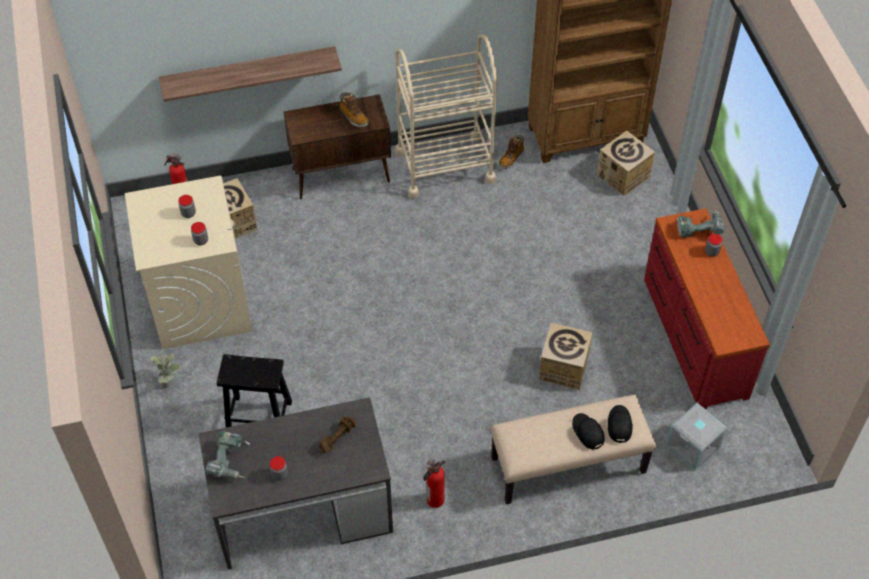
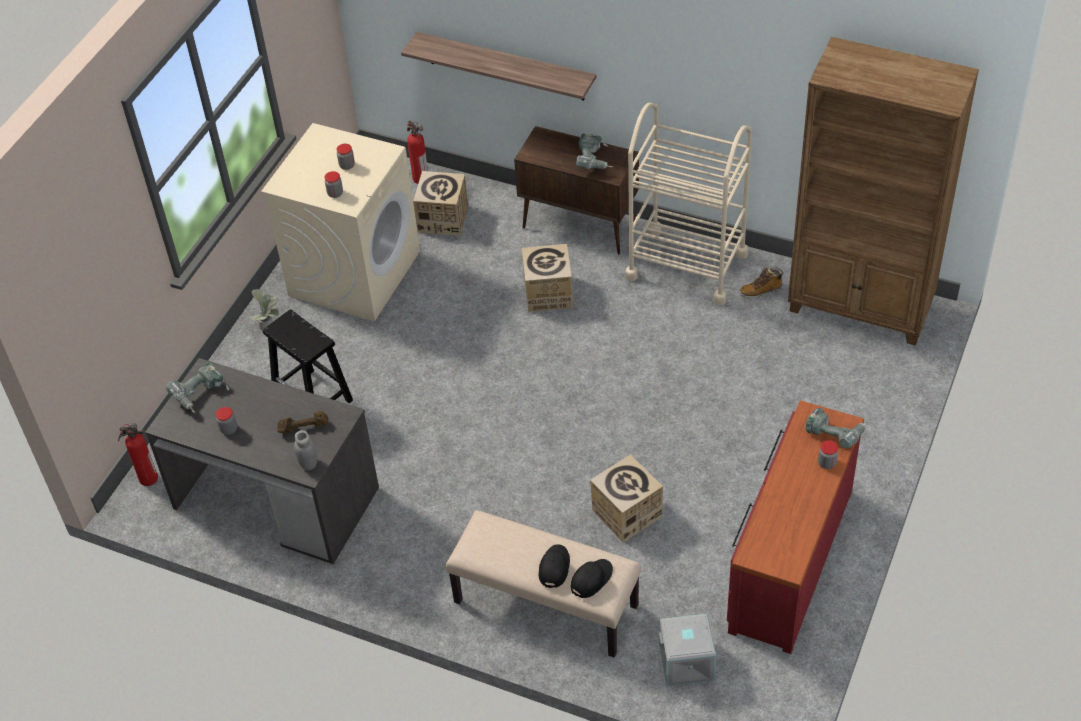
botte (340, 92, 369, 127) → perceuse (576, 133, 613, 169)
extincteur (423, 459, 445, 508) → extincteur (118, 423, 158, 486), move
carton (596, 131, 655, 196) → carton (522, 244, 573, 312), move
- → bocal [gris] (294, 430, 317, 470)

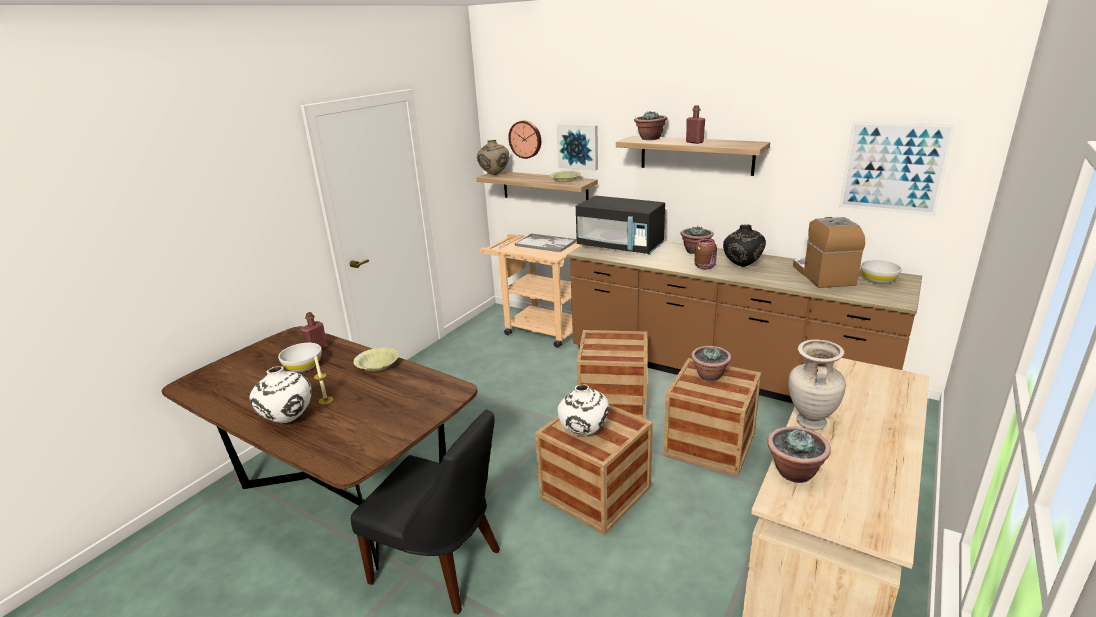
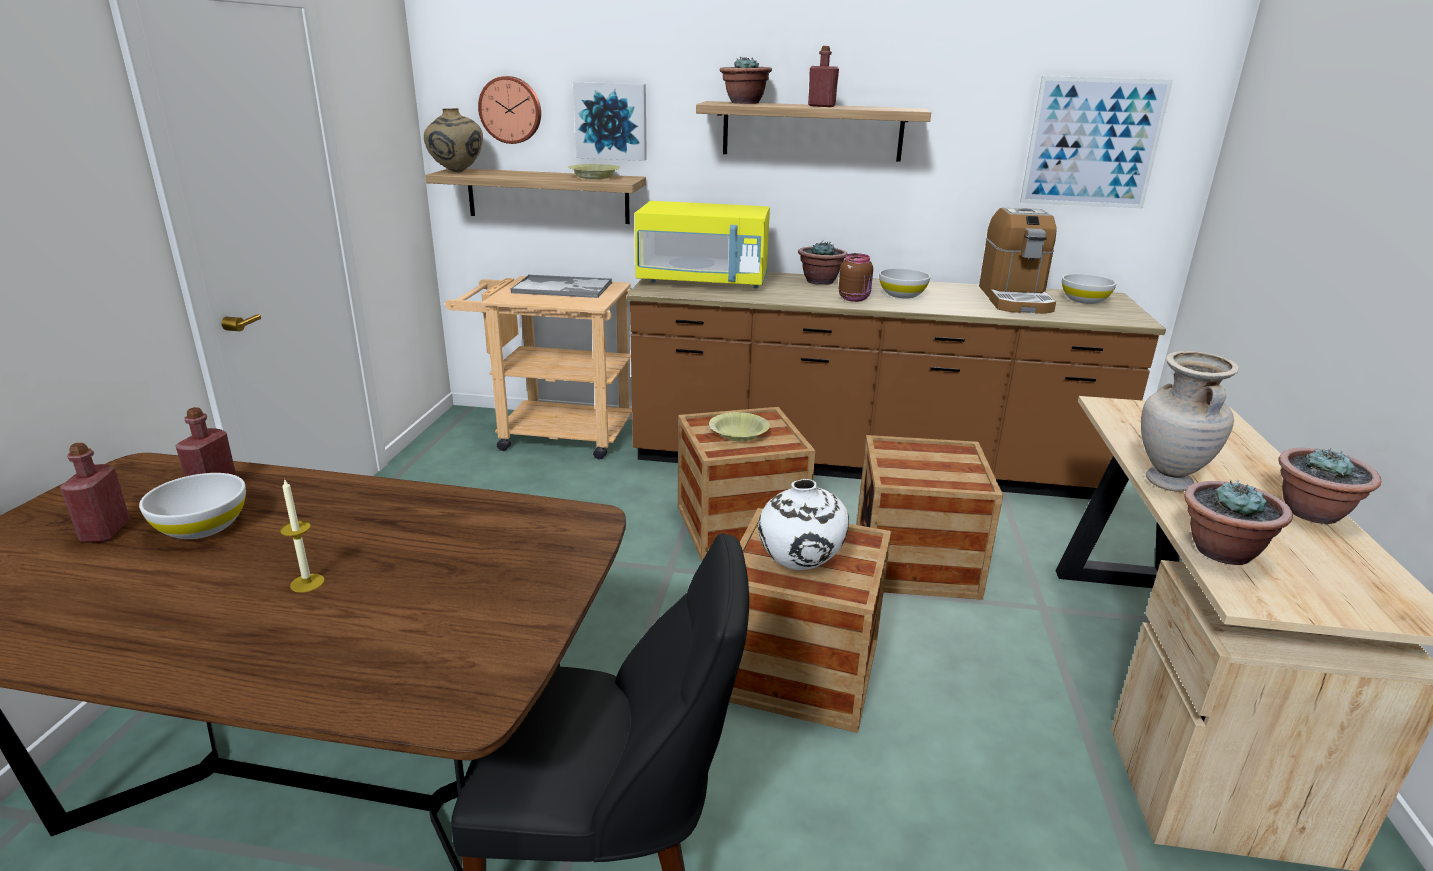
vase [blanc] (250, 366, 312, 423) → -
bol [jaune] (354, 347, 399, 371) → bol [jaune] (709, 412, 770, 441), move
micro-ondes [noir] (576, 196, 665, 254) → micro-ondes [jaune] (635, 201, 770, 288)
plante en pot (691, 346, 732, 381) → plante en pot (1278, 448, 1382, 524), move
vase [noir] (723, 225, 766, 267) → bol [blanc] (879, 268, 930, 298)
machine à café (793, 217, 865, 288) → machine à café (979, 208, 1057, 314), 150 degrees counterclockwise
- → bouteille [rouge] (60, 443, 130, 543)

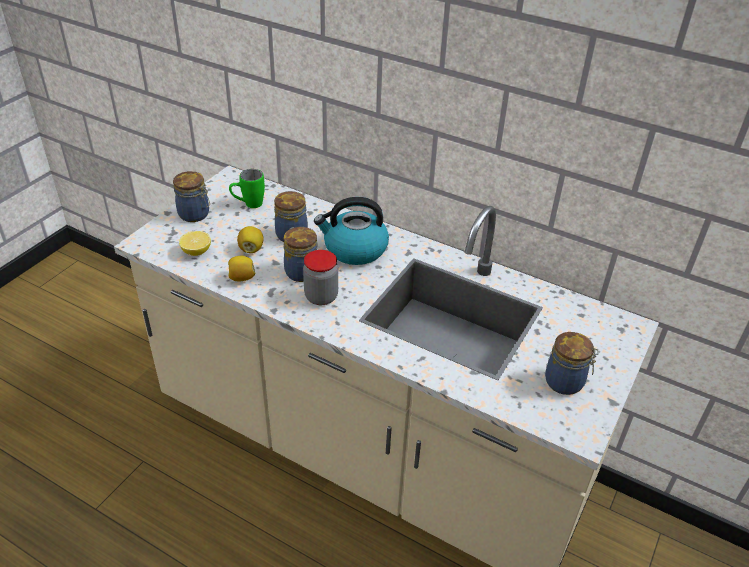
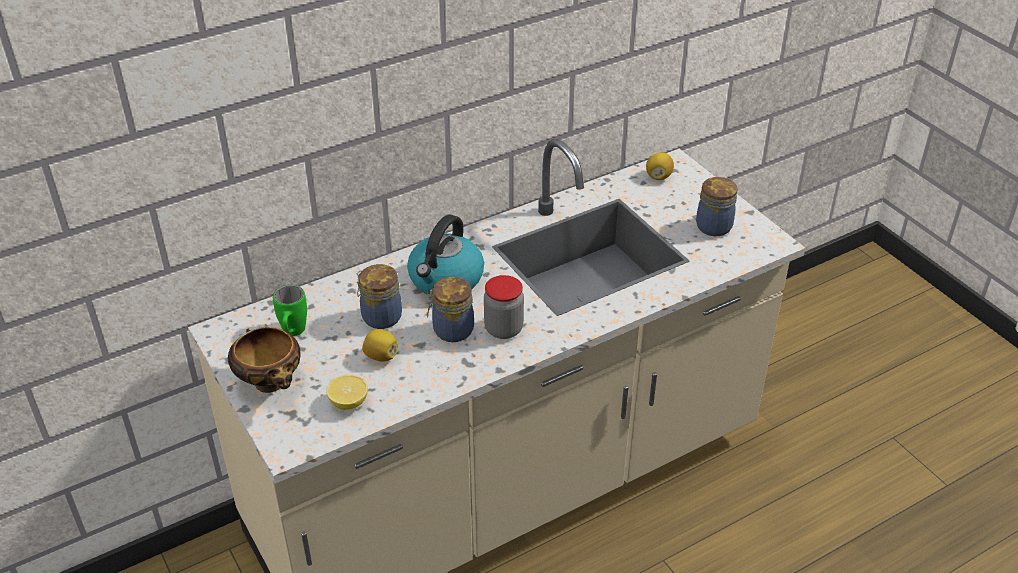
bocal (173, 171, 210, 222) → bol (228, 327, 301, 393)
citron (228, 256, 256, 281) → citron (646, 153, 674, 180), move

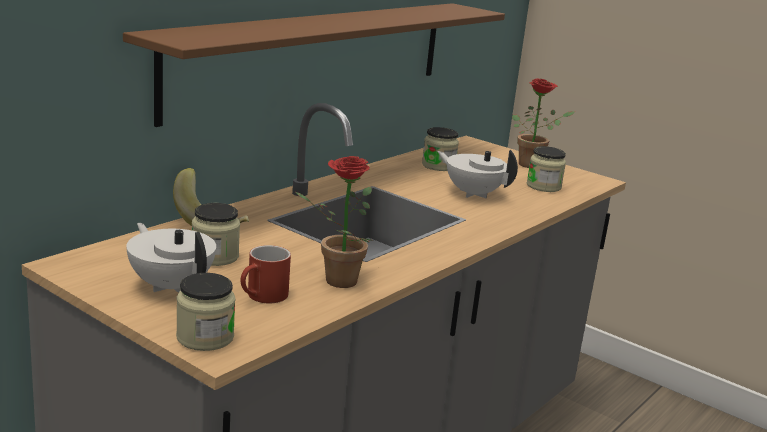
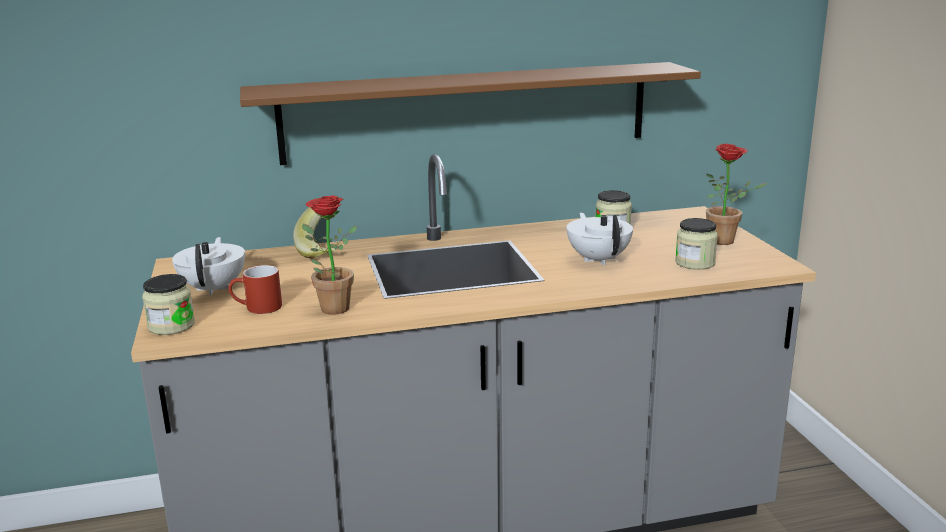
bocal (192, 203, 240, 266) → -

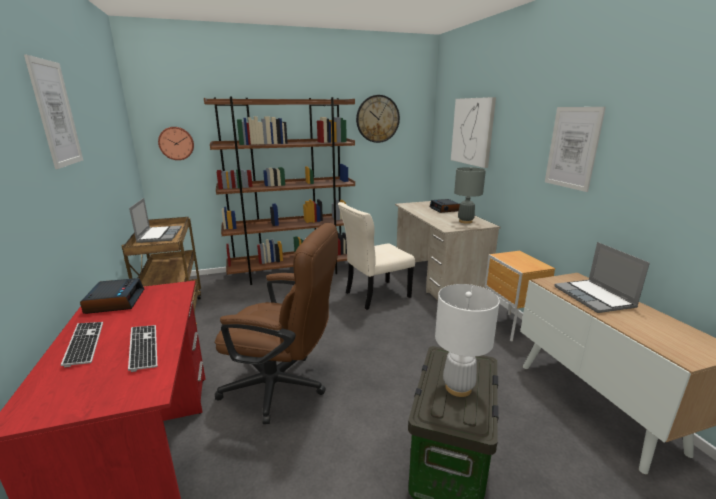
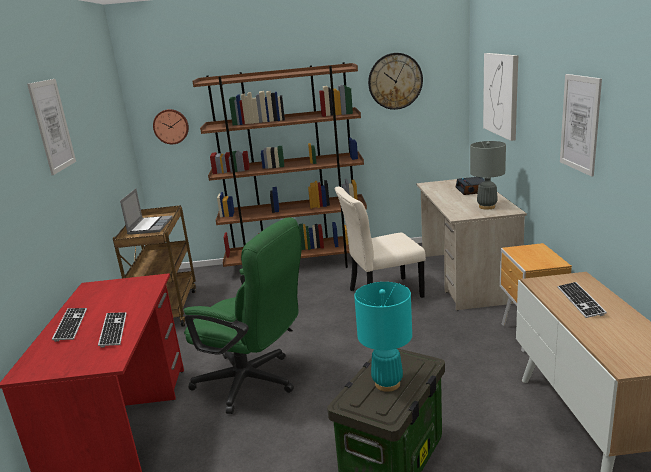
réveil (80, 278, 144, 314) → -
chaise de bureau [marron] (215, 223, 338, 424) → chaise de bureau [vert] (184, 217, 301, 414)
lampe de table [blanc] (435, 284, 500, 397) → lampe de table [turquoise] (354, 282, 412, 392)
ordinateur portable (554, 242, 650, 313) → clavier (558, 282, 607, 318)

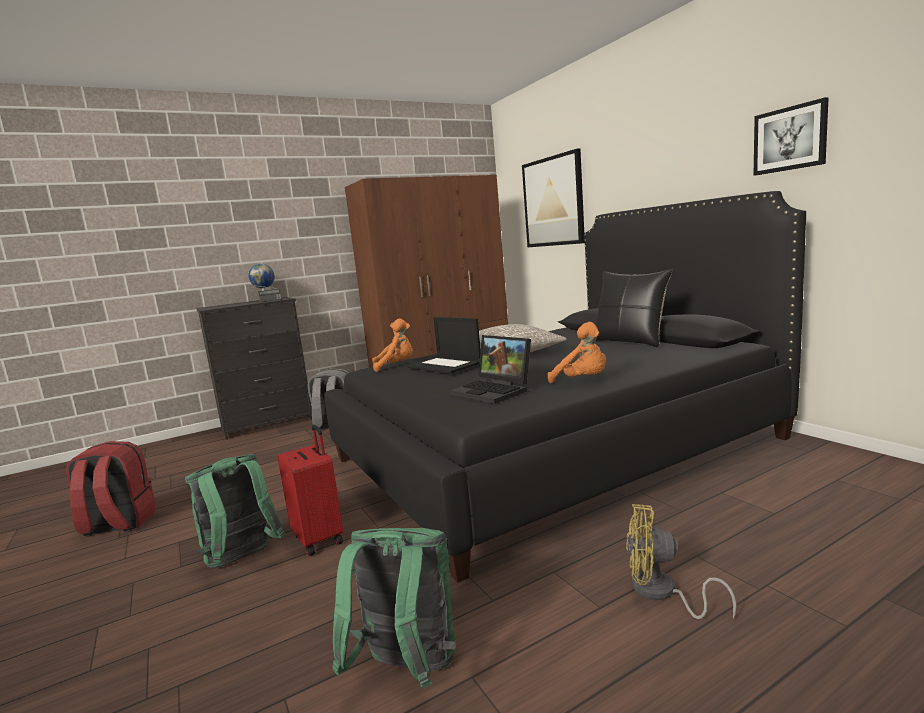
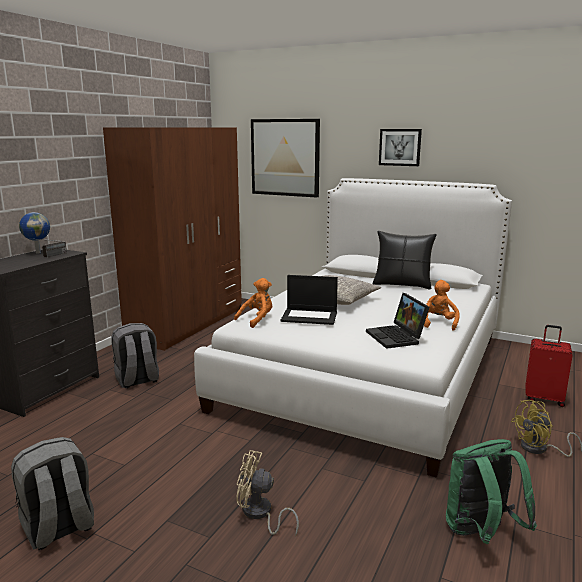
sac à dos [rouge] (66, 441, 156, 536) → sac à dos [gris] (11, 437, 94, 550)
sac à dos [vert] (185, 454, 285, 568) → ventilateur [beige] (236, 450, 299, 537)
valise [rouge] (278, 425, 343, 556) → valise [rouge] (526, 325, 573, 407), move
lit [noir] (324, 191, 806, 583) → lit [blanc] (194, 178, 512, 478)
ordinateur portable (449, 335, 531, 404) → ordinateur portable (366, 293, 430, 349), 60 degrees clockwise
peluche [orange] (547, 322, 607, 383) → peluche [orange] (424, 280, 459, 331), 90 degrees counterclockwise
tableau (753, 97, 829, 176) → tableau (379, 129, 422, 166), move

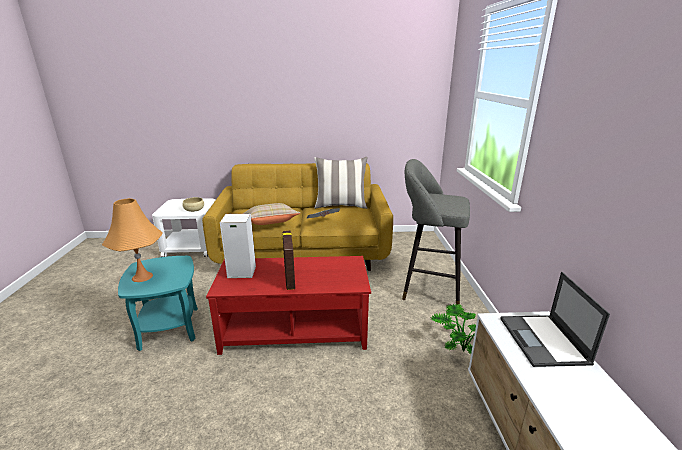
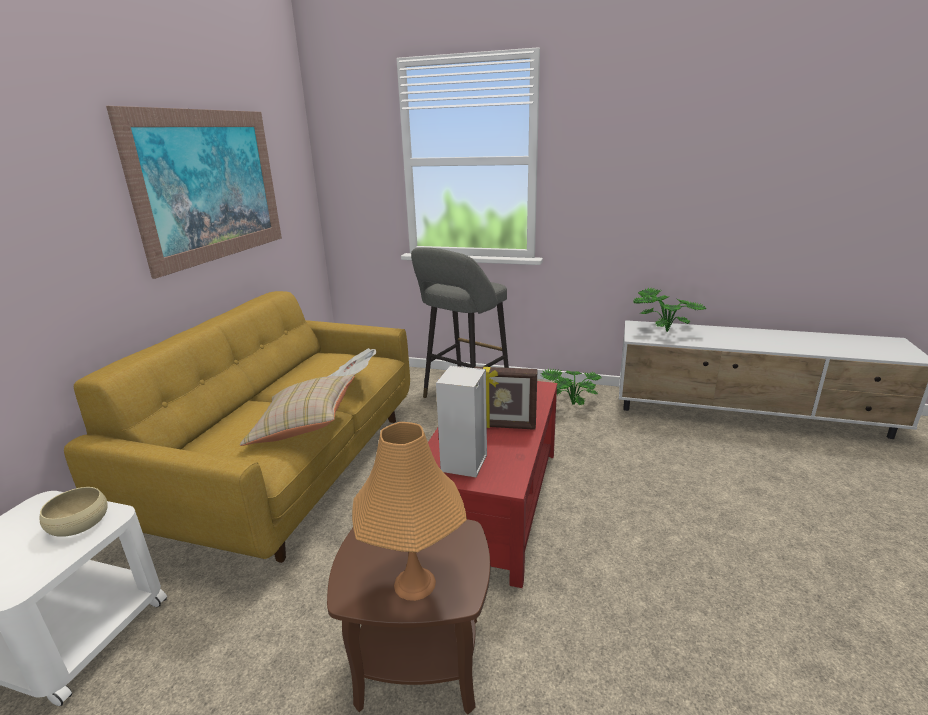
table d'appoint [turquoise] (118, 256, 198, 351) → table d'appoint [marron] (327, 519, 490, 714)
coussin (314, 157, 368, 209) → -
ordinateur portable (500, 272, 610, 367) → plante en pot (633, 287, 706, 332)
- → tableau (106, 106, 282, 279)

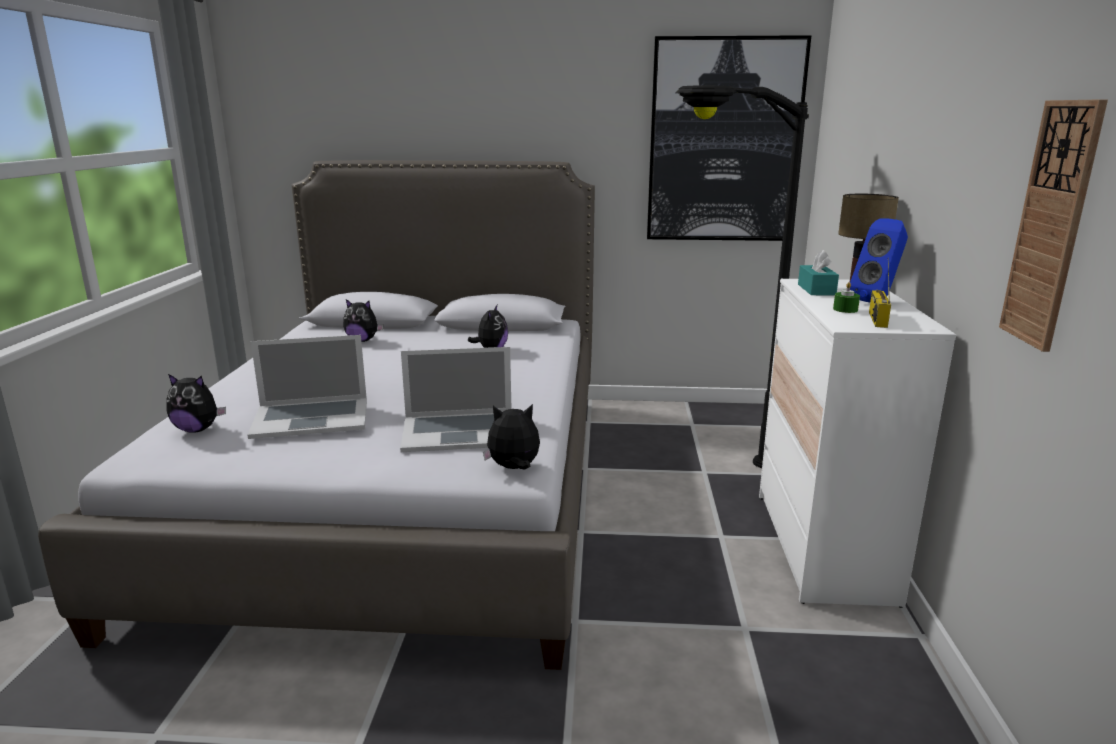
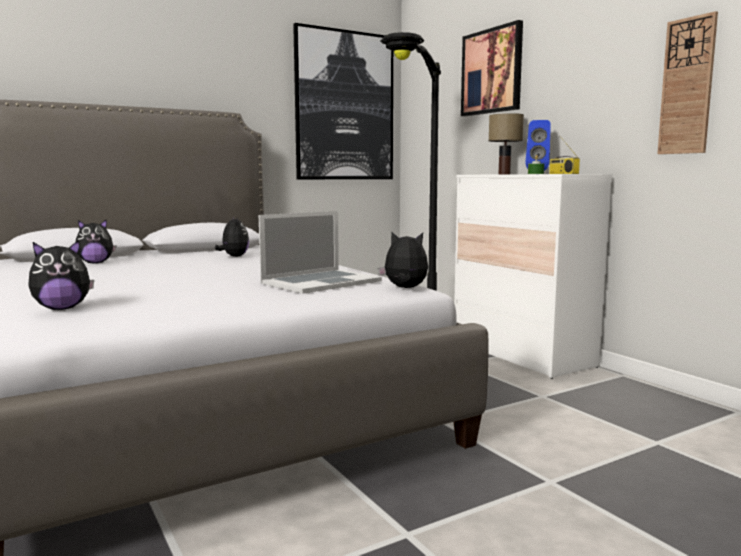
ordinateur portable (248, 335, 367, 439) → -
peluche (483, 404, 540, 470) → peluche (378, 232, 428, 288), 60 degrees clockwise
boîte à mouchoirs [turquoise] (798, 250, 839, 296) → -
- → tableau (461, 20, 523, 116)

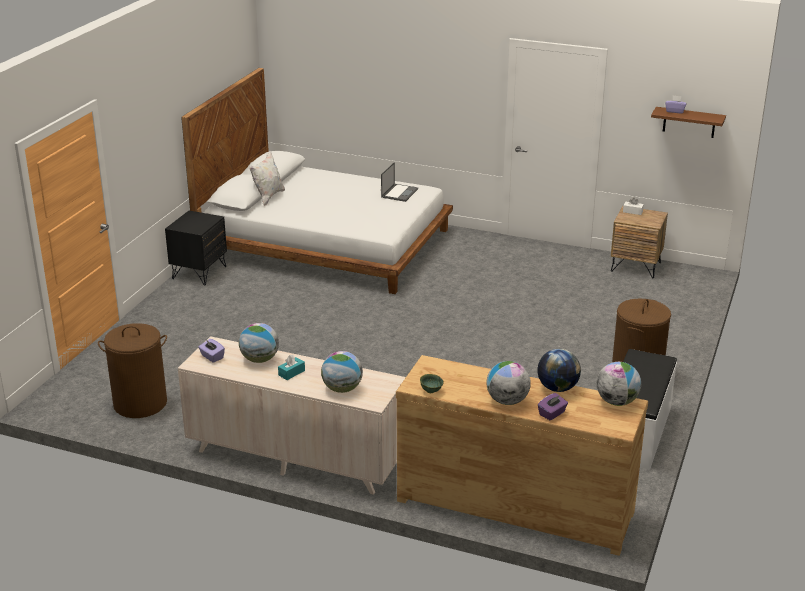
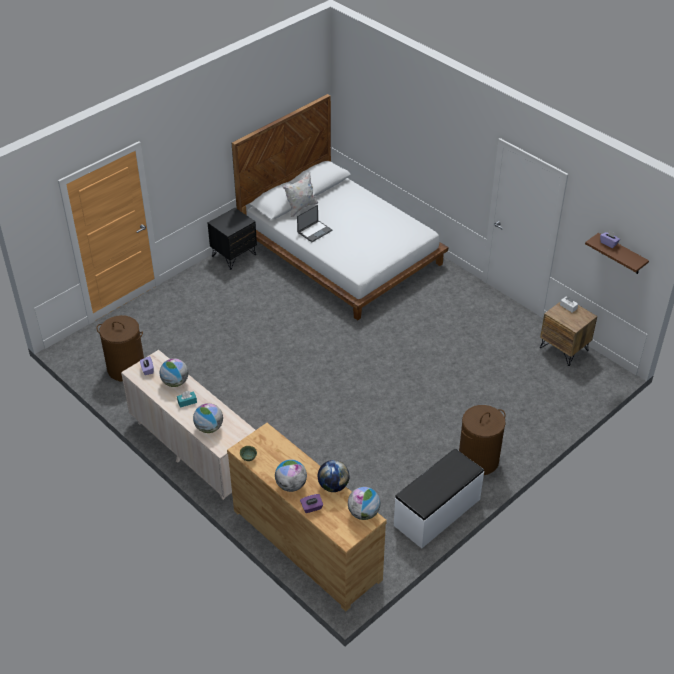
ordinateur portable (381, 162, 418, 202) → ordinateur portable (297, 205, 333, 242), move

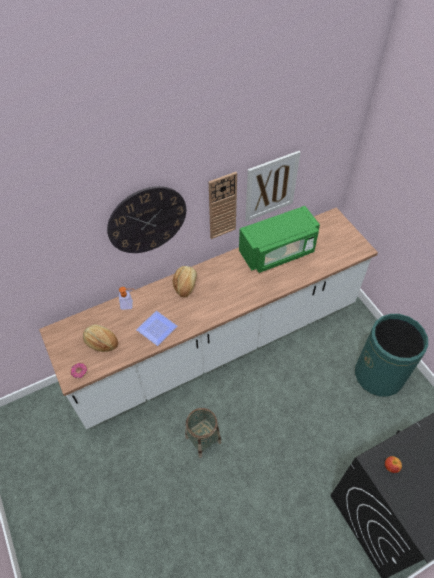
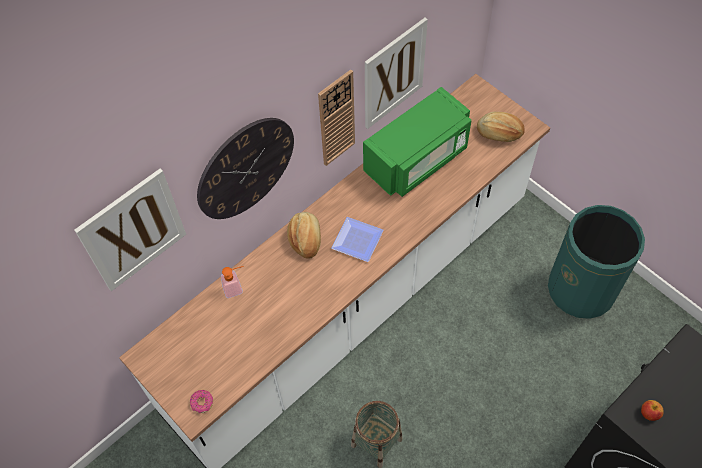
pain (83, 325, 118, 352) → pain (477, 112, 525, 142), move
assiette (136, 311, 178, 346) → assiette (331, 217, 384, 262), move
- → tableau (74, 169, 186, 291)

